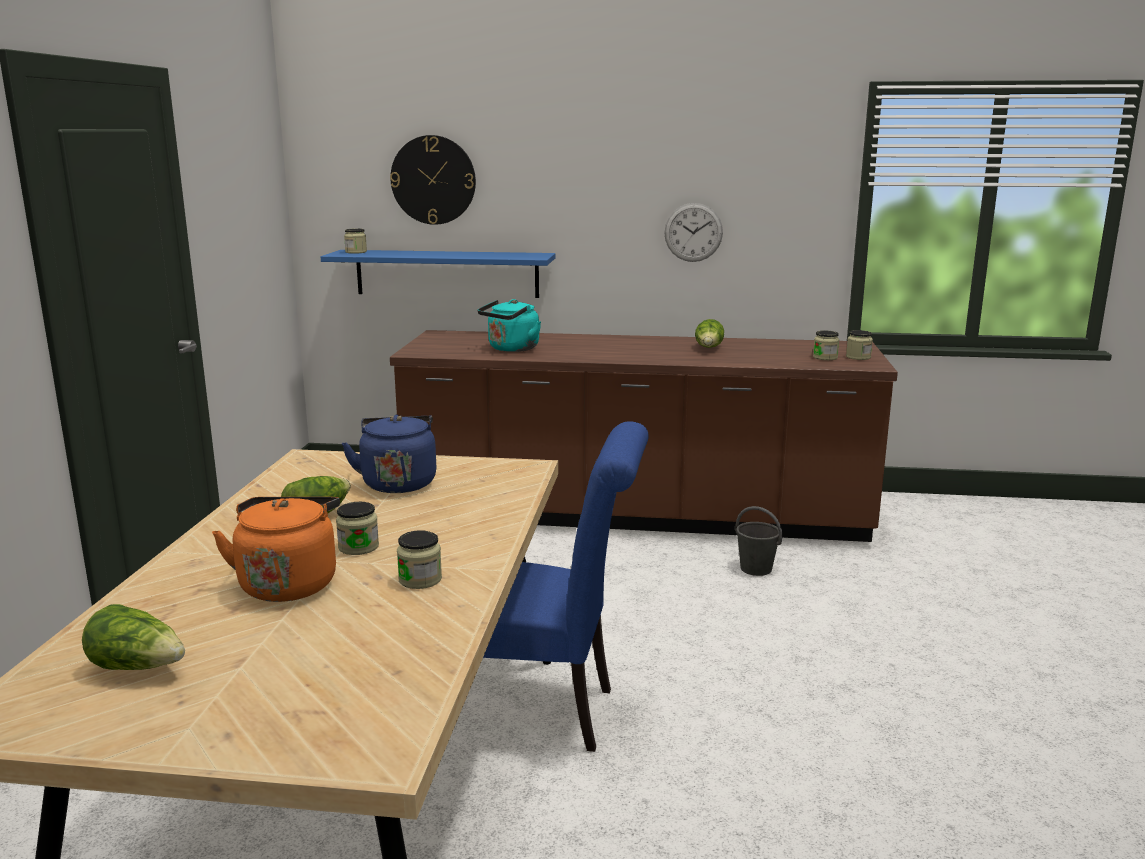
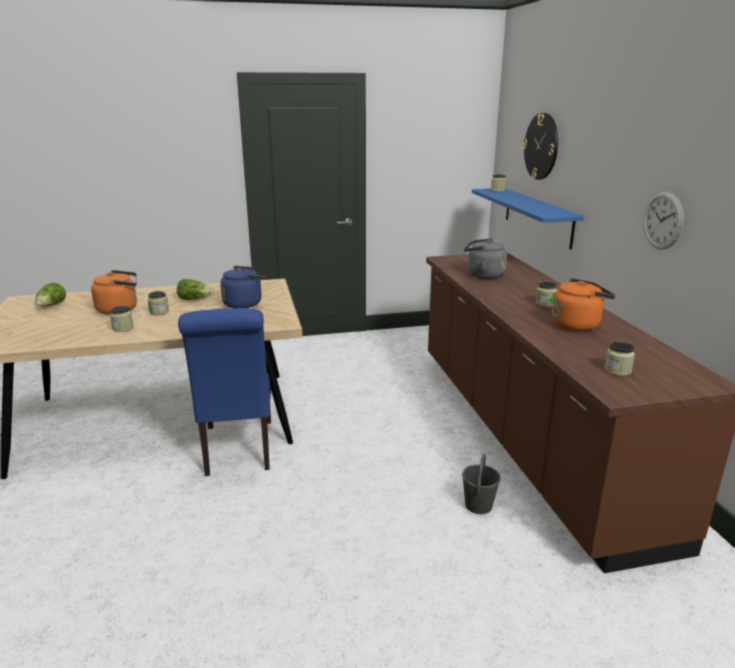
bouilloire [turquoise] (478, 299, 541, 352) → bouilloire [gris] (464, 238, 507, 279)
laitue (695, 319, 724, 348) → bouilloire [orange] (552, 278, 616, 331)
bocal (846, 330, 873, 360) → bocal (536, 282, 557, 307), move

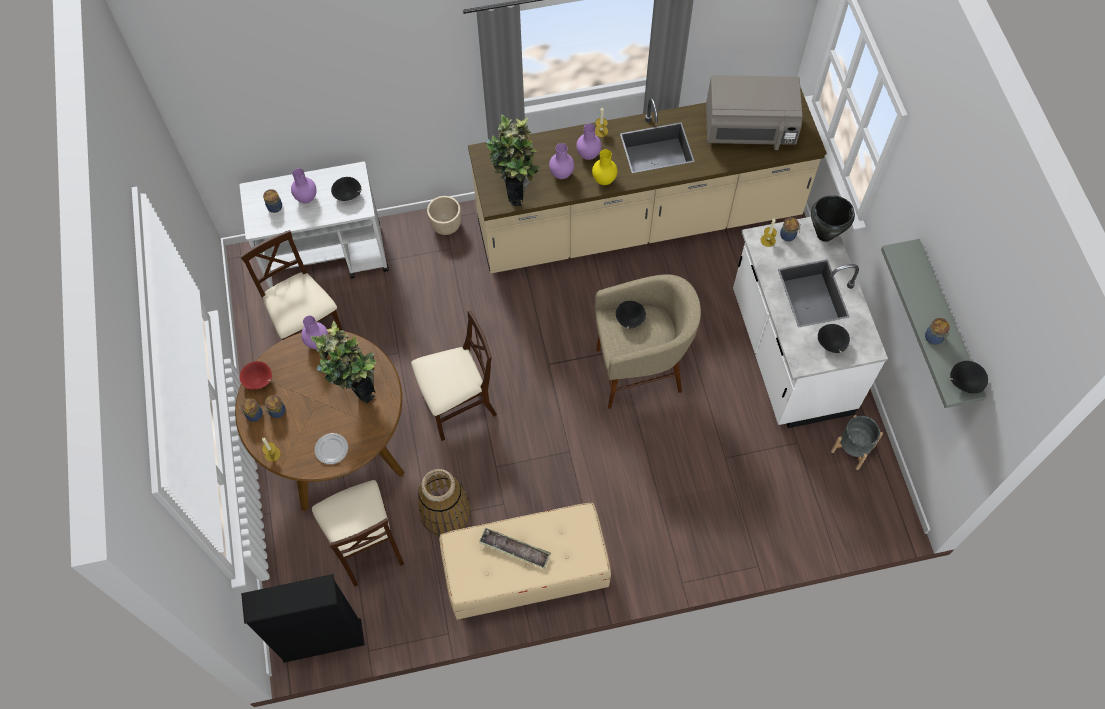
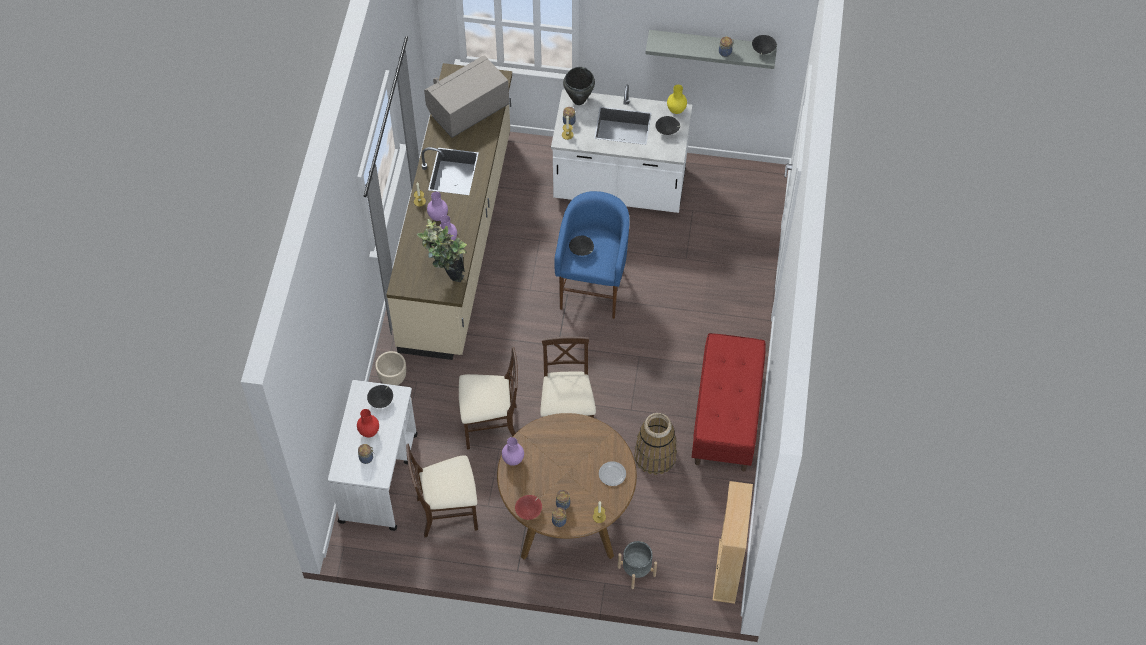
bibliothèque [noir] (241, 574, 365, 663) → bibliothèque [beige] (712, 481, 753, 604)
vase [violet] (291, 168, 316, 203) → vase [rouge] (357, 409, 379, 437)
plante en pot (311, 321, 376, 403) → -
chaise [beige] (312, 480, 404, 587) → chaise [beige] (459, 347, 518, 450), move
banc [beige] (439, 503, 611, 620) → banc [rouge] (692, 333, 766, 472)
plateau (479, 528, 551, 568) → -
vase [jaune] (592, 149, 617, 185) → vase [jaune] (667, 85, 687, 114), move
tabouret [beige] (595, 274, 701, 409) → tabouret [bleu] (554, 191, 630, 319)
micro-ondes [gris] (706, 75, 803, 150) → micro-ondes [gris] (424, 55, 509, 138), 150 degrees counterclockwise
cache-pot [gris] (831, 415, 883, 470) → cache-pot [gris] (618, 541, 657, 589), move

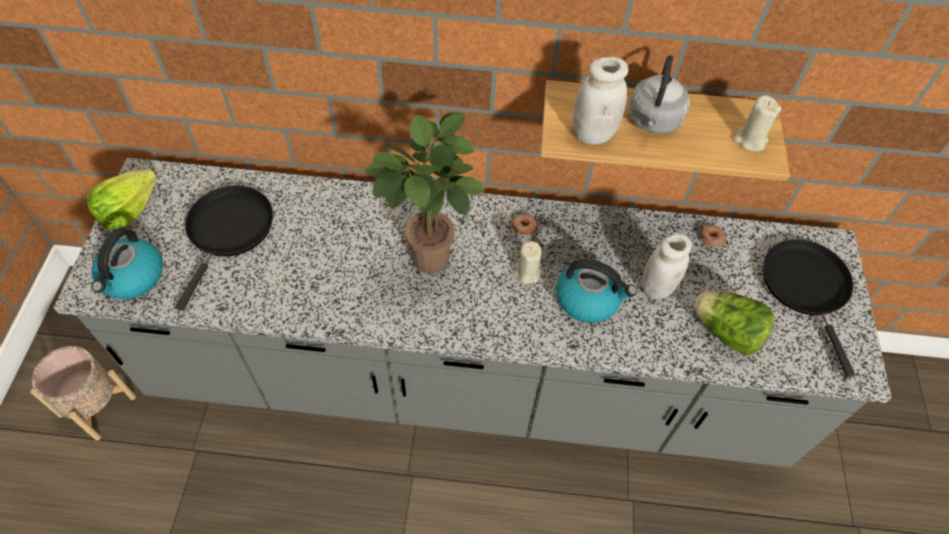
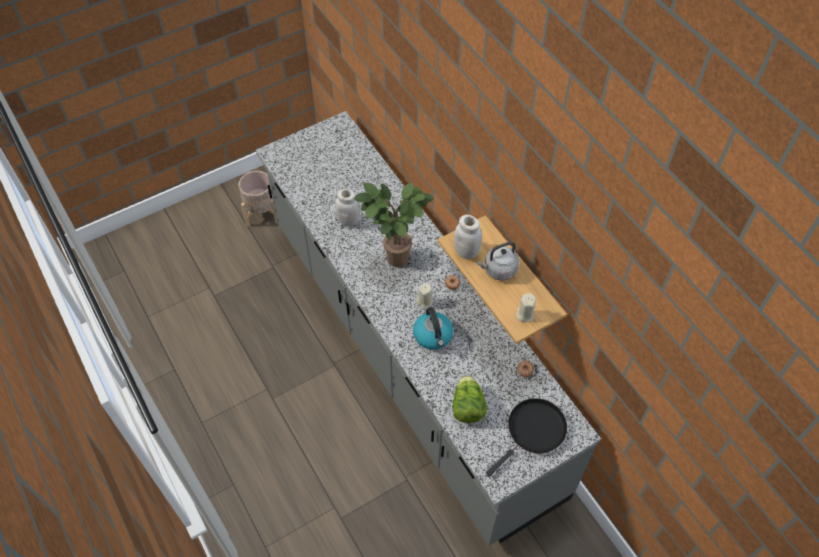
laitue (86, 169, 157, 230) → -
bouilloire (91, 228, 163, 299) → -
poêle [noir] (175, 186, 273, 311) → -
bocal [blanc] (642, 233, 692, 299) → bocal [blanc] (336, 189, 360, 227), move

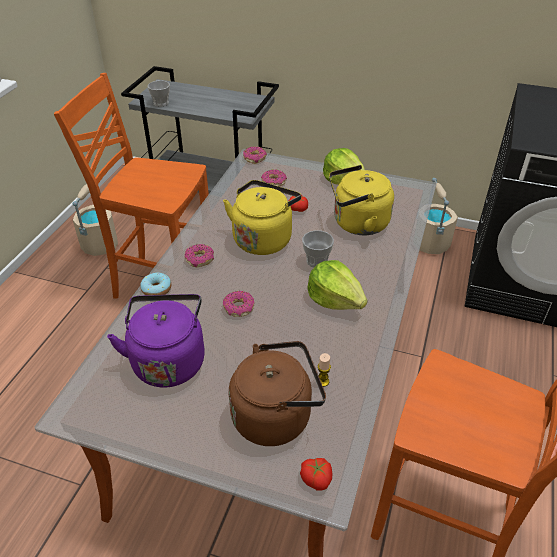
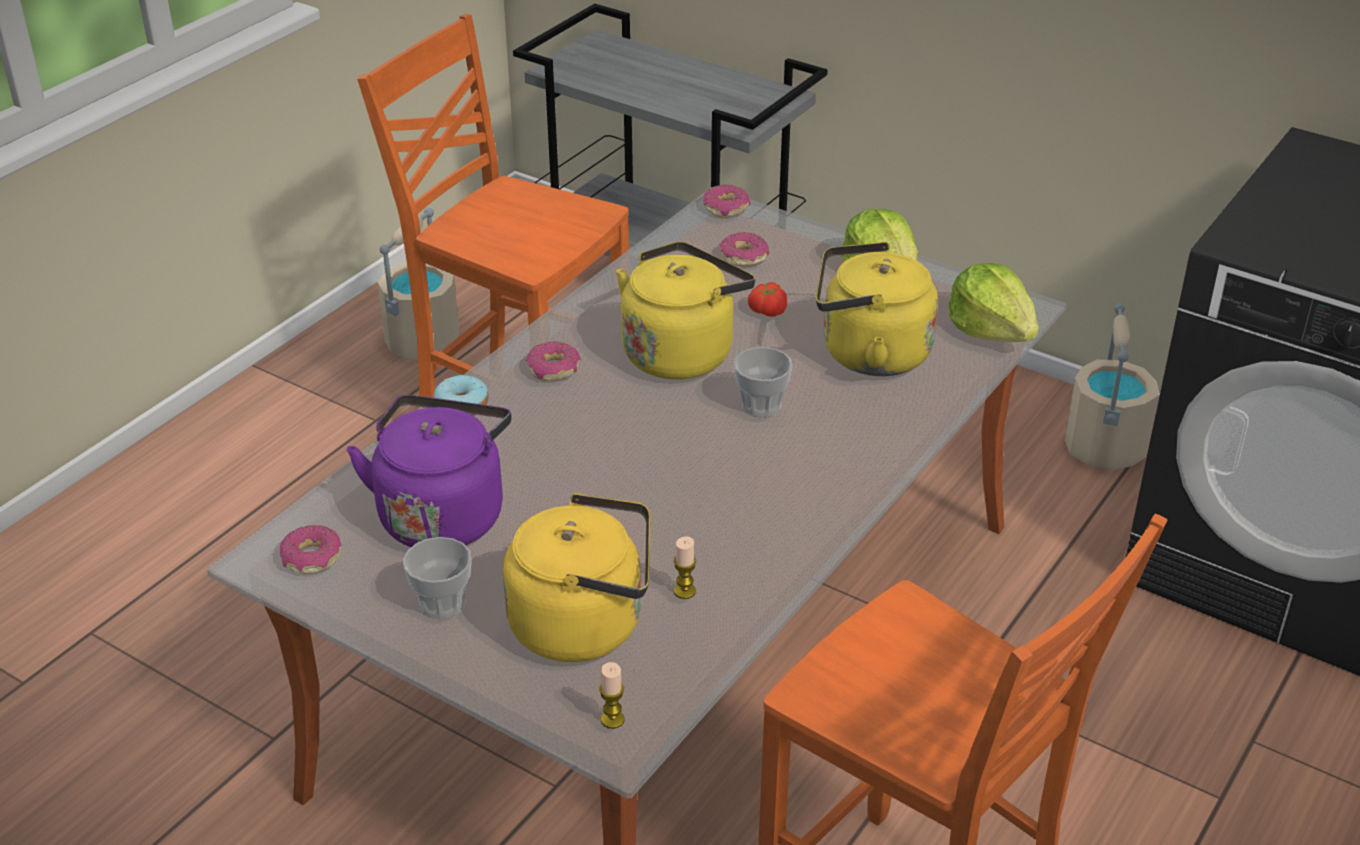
tasse (148, 80, 170, 107) → tasse (403, 537, 472, 619), move
beignet (223, 291, 255, 317) → beignet (280, 525, 342, 574), move
bouilloire [marron] (229, 341, 326, 446) → bouilloire [jaune] (503, 493, 650, 662)
tomate (300, 458, 332, 490) → bougie (599, 662, 625, 729)
laitue (307, 260, 368, 310) → laitue (949, 263, 1039, 342), move

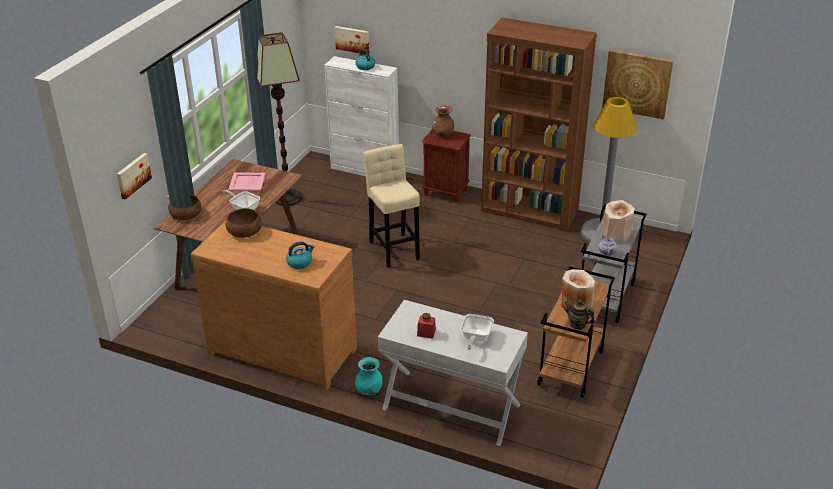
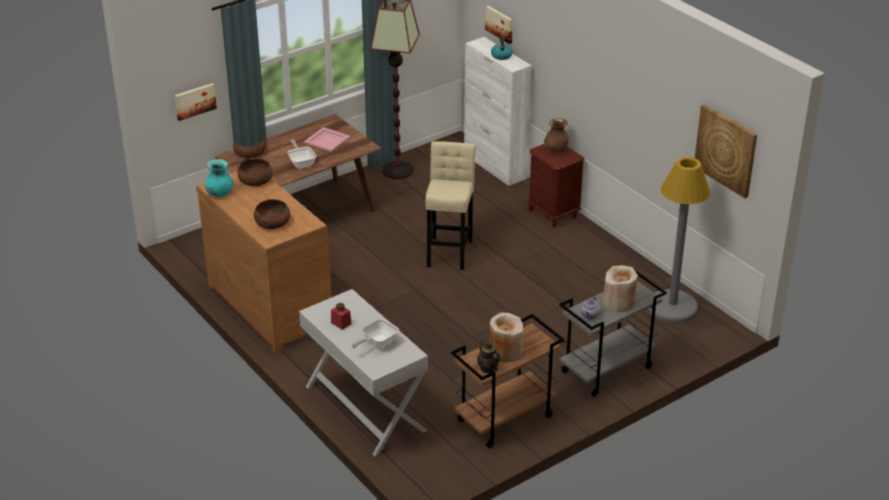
bouilloire (286, 242, 314, 269) → bol [marron] (254, 199, 290, 229)
vase [turquoise] (355, 357, 383, 395) → vase [turquoise] (205, 159, 233, 197), move
bibliothèque [marron] (481, 18, 597, 232) → -

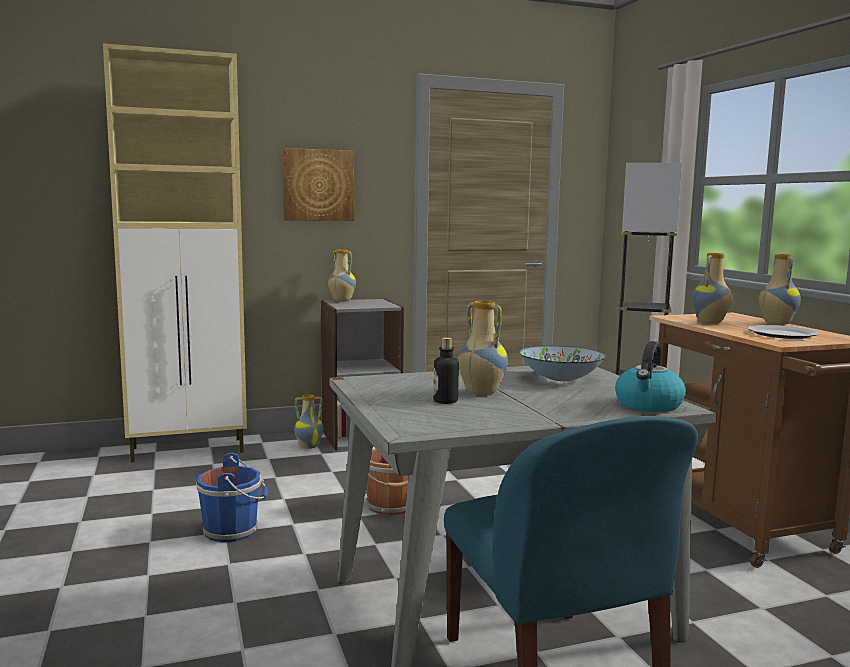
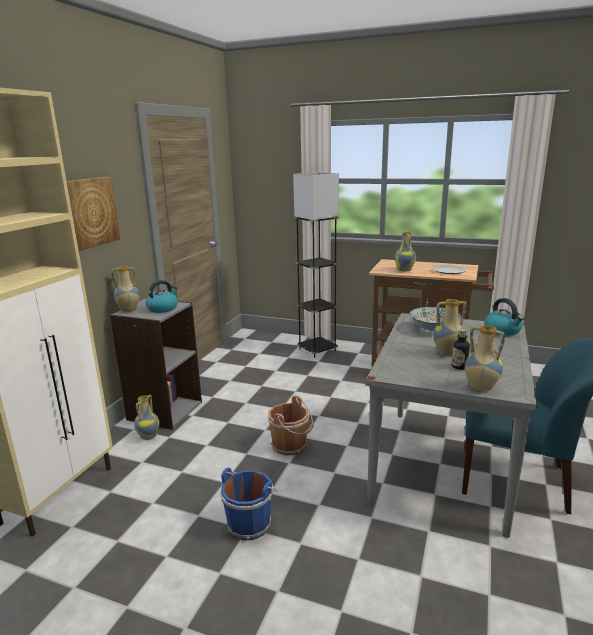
vase (759, 254, 801, 325) → vase (465, 325, 505, 392), move
- → bouilloire (146, 280, 178, 313)

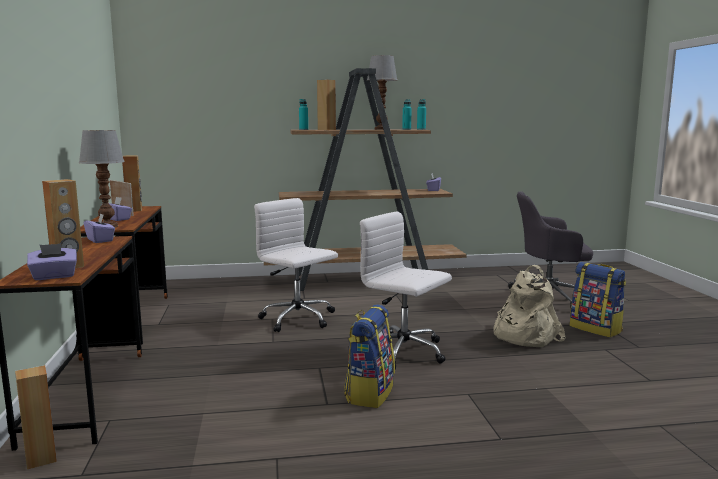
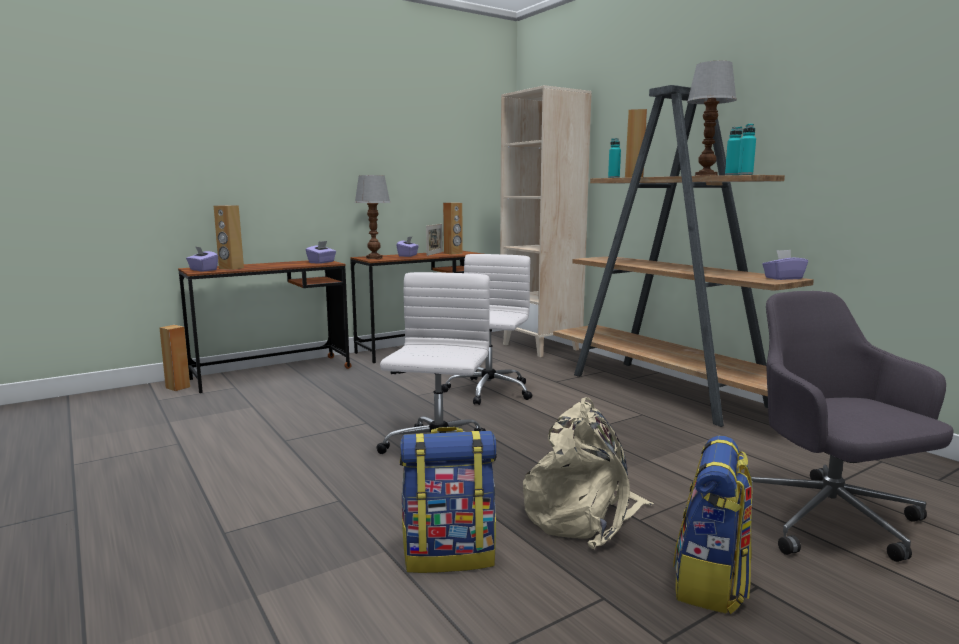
sac à dos (344, 304, 395, 408) → sac à dos (400, 427, 496, 573), move
- → bibliothèque [beige] (500, 85, 592, 357)

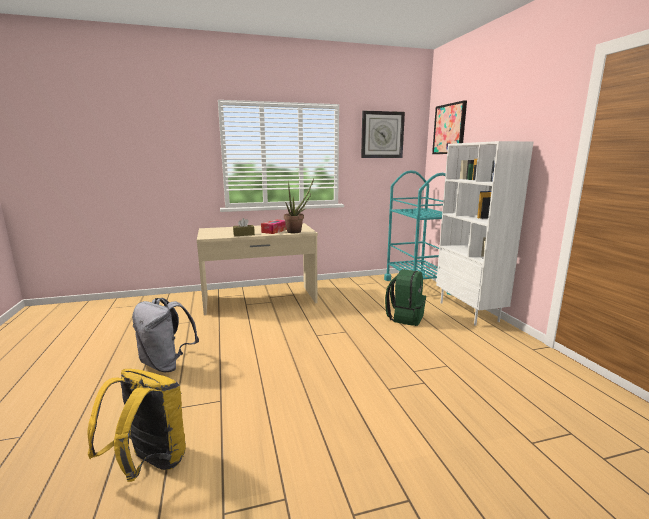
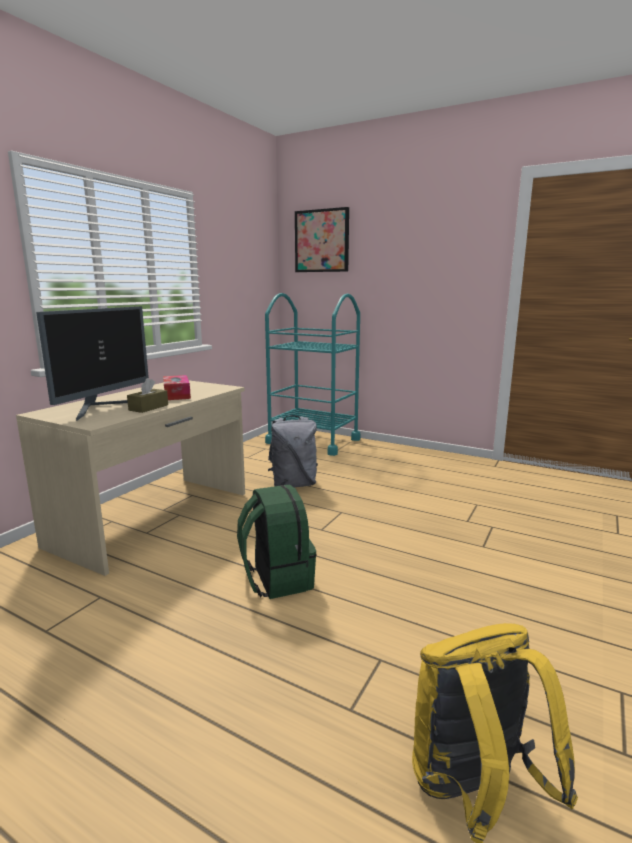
sac à dos [gris] (132, 298, 199, 372) → sac à dos [gris] (268, 415, 318, 487), move
plante en pot (284, 178, 314, 233) → -
horloge murale (361, 111, 405, 158) → -
sac à dos [vert] (385, 269, 426, 326) → sac à dos [vert] (237, 484, 317, 599), move
bibliothèque [blanc] (436, 141, 534, 326) → -
- → écran d'ordinateur (36, 306, 149, 421)

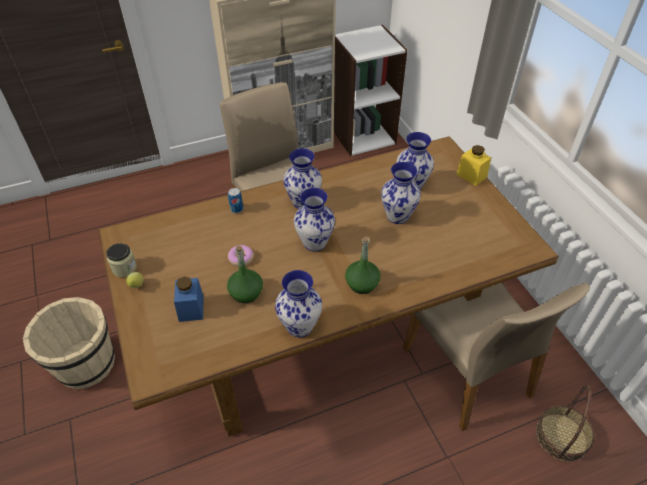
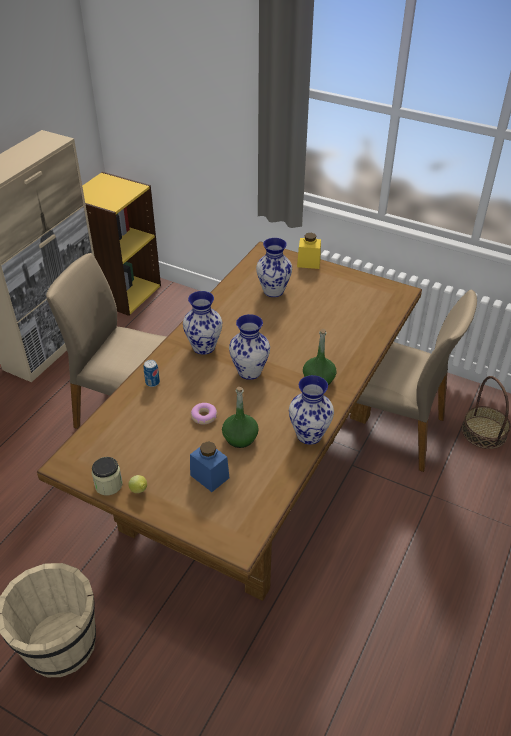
bibliothèque [blanc] (334, 25, 407, 156) → bibliothèque [jaune] (82, 172, 161, 316)
vase (381, 162, 421, 224) → -

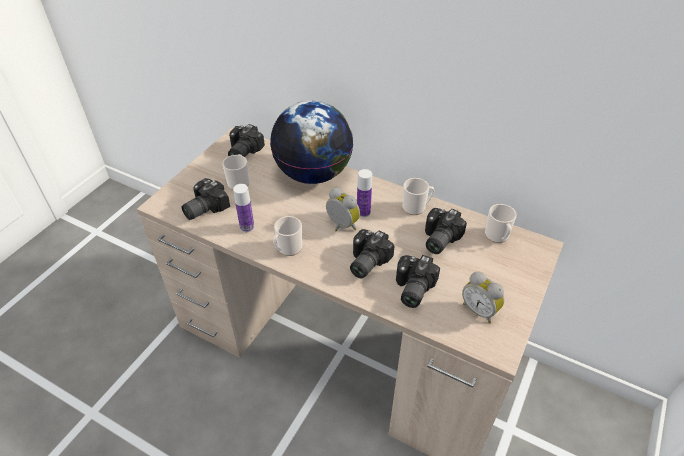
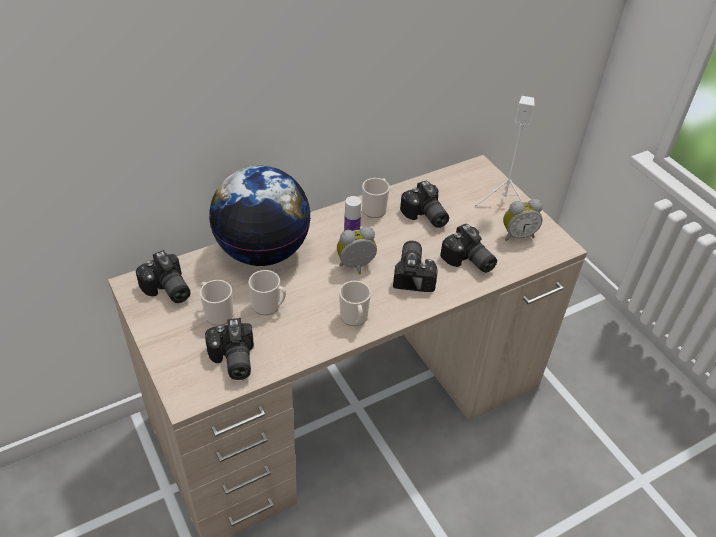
bouteille (233, 184, 255, 232) → -
appareil photo (350, 229, 395, 278) → appareil photo (393, 241, 438, 292), 150 degrees counterclockwise
mug (485, 204, 517, 243) → mug (249, 270, 286, 315), move
- → enceinte [blanc] (474, 96, 535, 207)

